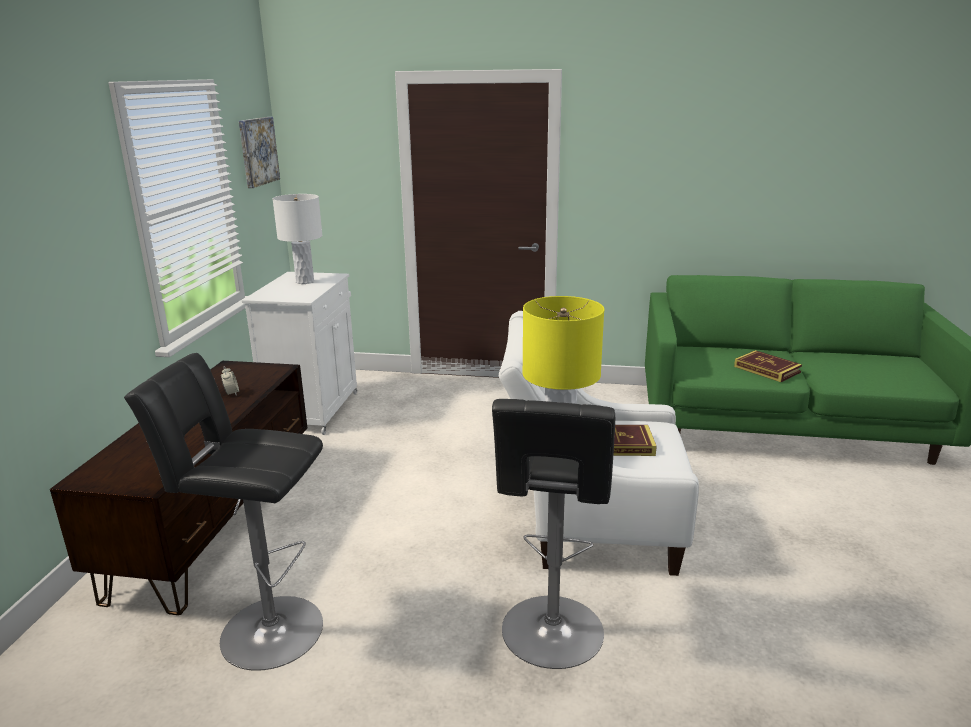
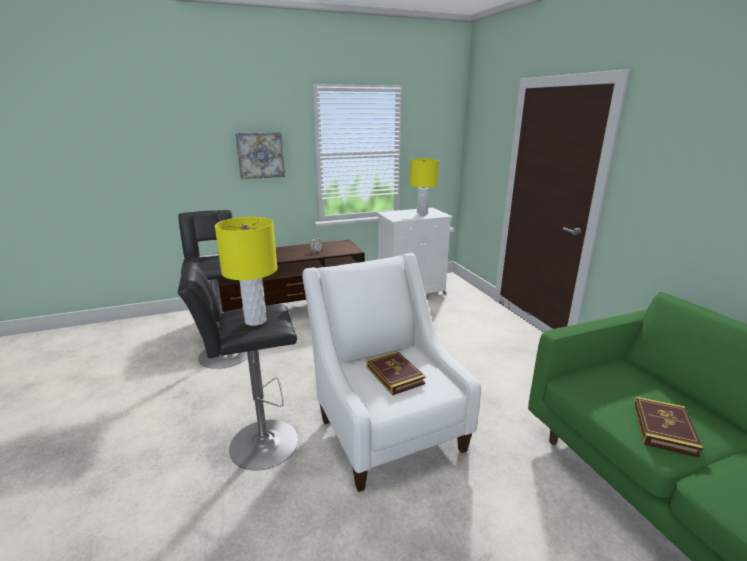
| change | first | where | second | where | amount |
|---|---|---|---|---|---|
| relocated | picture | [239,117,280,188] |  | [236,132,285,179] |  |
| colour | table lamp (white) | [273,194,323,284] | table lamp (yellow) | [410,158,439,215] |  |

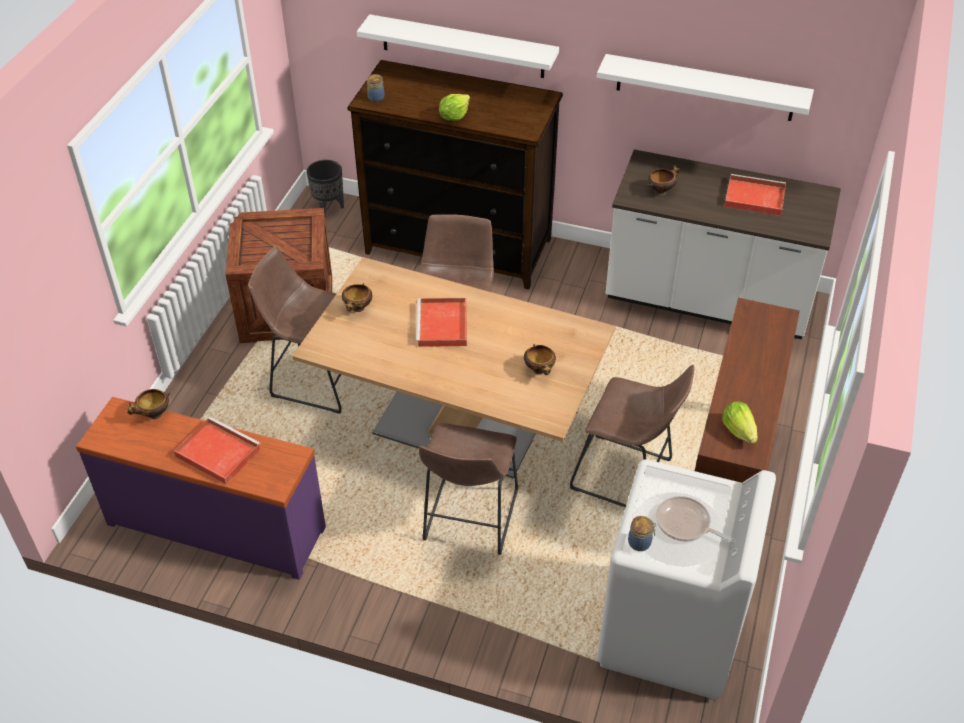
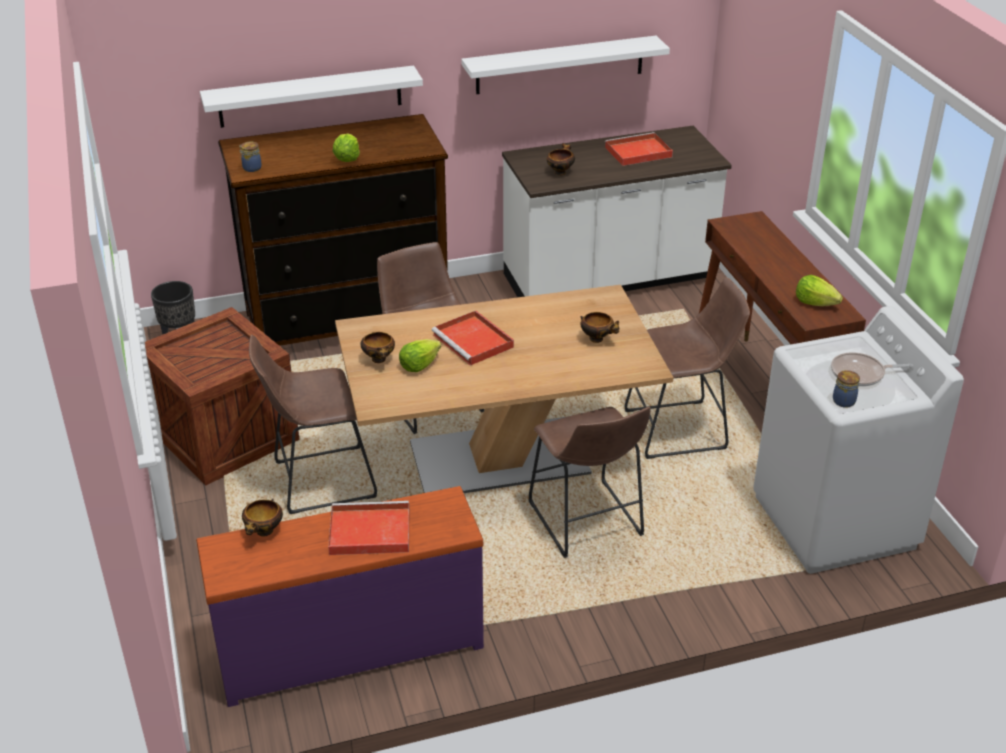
| change | first | where | second | where | amount |
|---|---|---|---|---|---|
| appeared |  |  | lettuce | [399,339,441,372] |  |

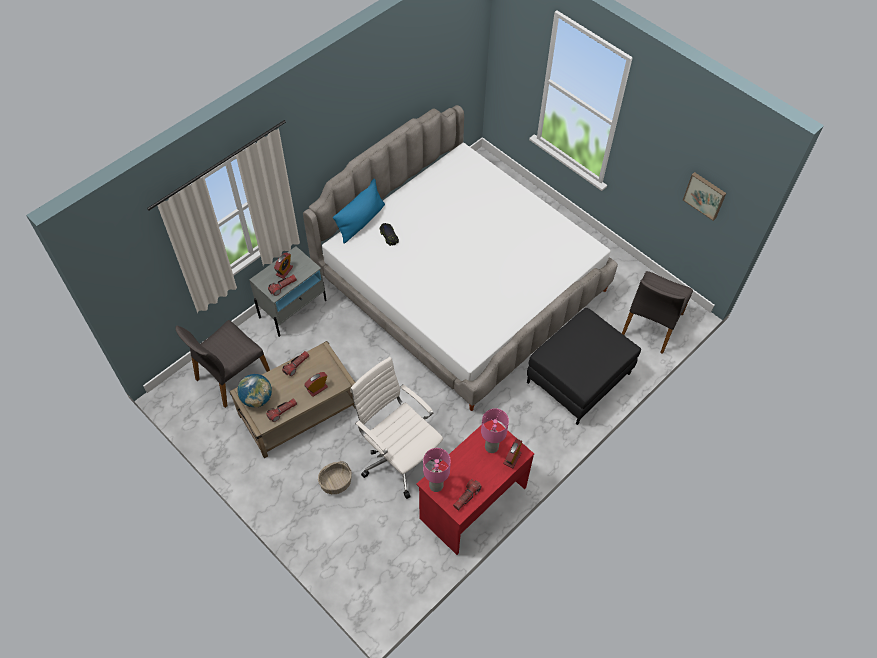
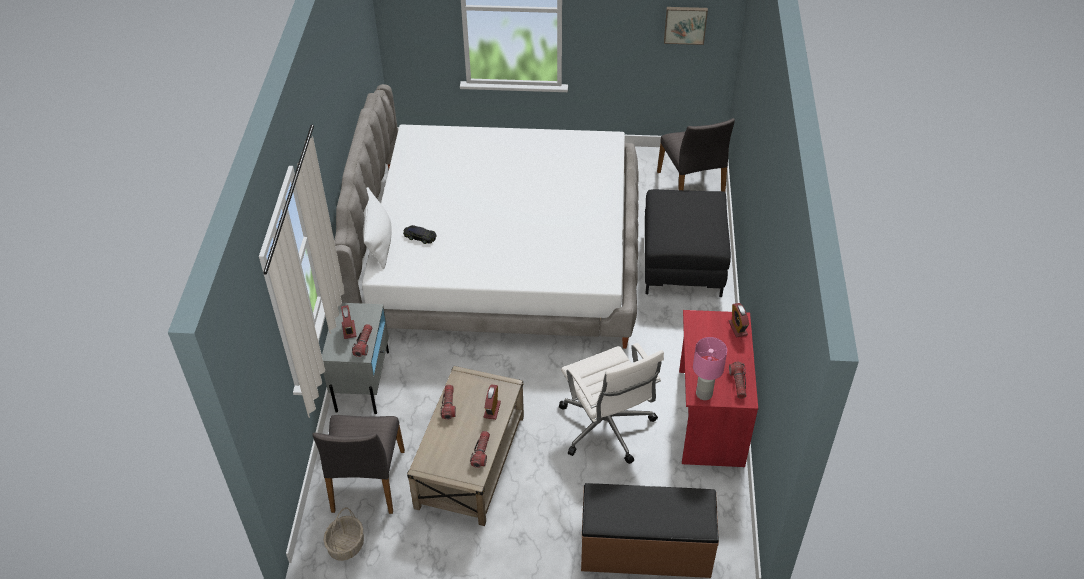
| change | first | where | second | where | amount |
|---|---|---|---|---|---|
| relocated | basket | [318,461,352,494] |  | [324,507,364,561] |  |
| colour | pillow (blue) | [333,178,385,243] | pillow (white) | [363,187,392,269] |  |
| spun | office chair (white) | [350,357,443,499] |  | [559,343,664,464] | 120 degrees counterclockwise |
| appeared |  |  | bench (brown) | [581,483,719,578] |  |
| missing | globe | [237,374,272,408] |  |  |  |
| missing | table lamp (pink) | [481,408,509,453] |  |  |  |

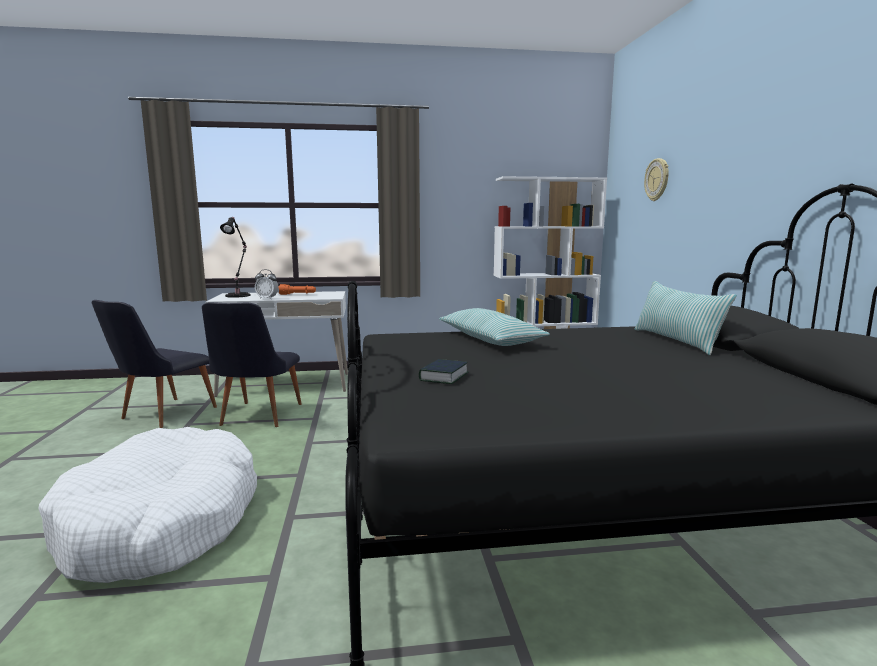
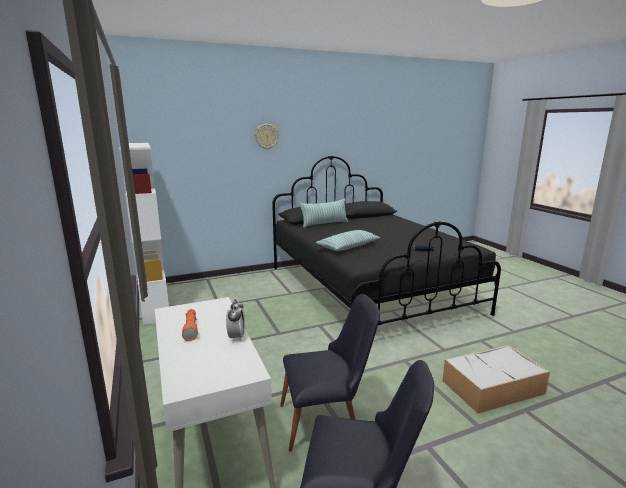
| change | first | where | second | where | amount |
|---|---|---|---|---|---|
| relocated | wall clock | [644,158,669,201] |  | [255,124,279,150] |  |
| exchanged | dog bed (white) | [39,427,257,583] | storage box | [442,345,550,413] |  |
| missing | table lamp (black) | [220,217,251,298] |  |  |  |

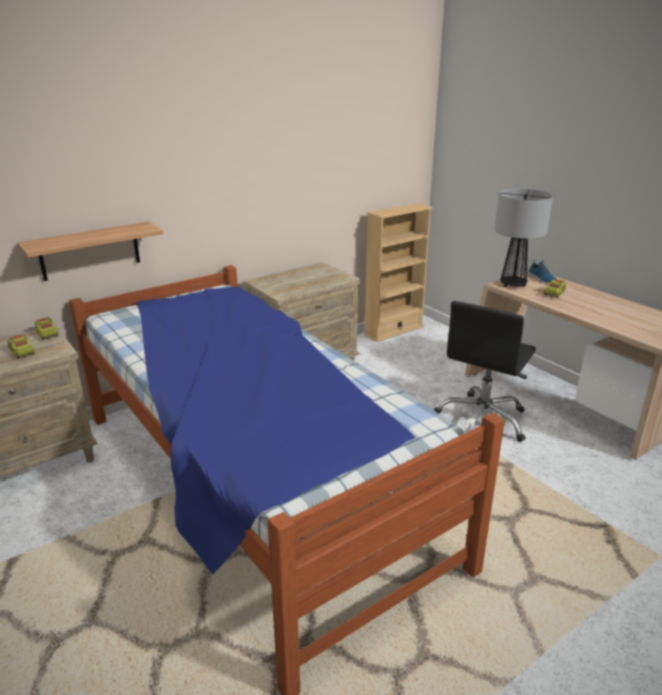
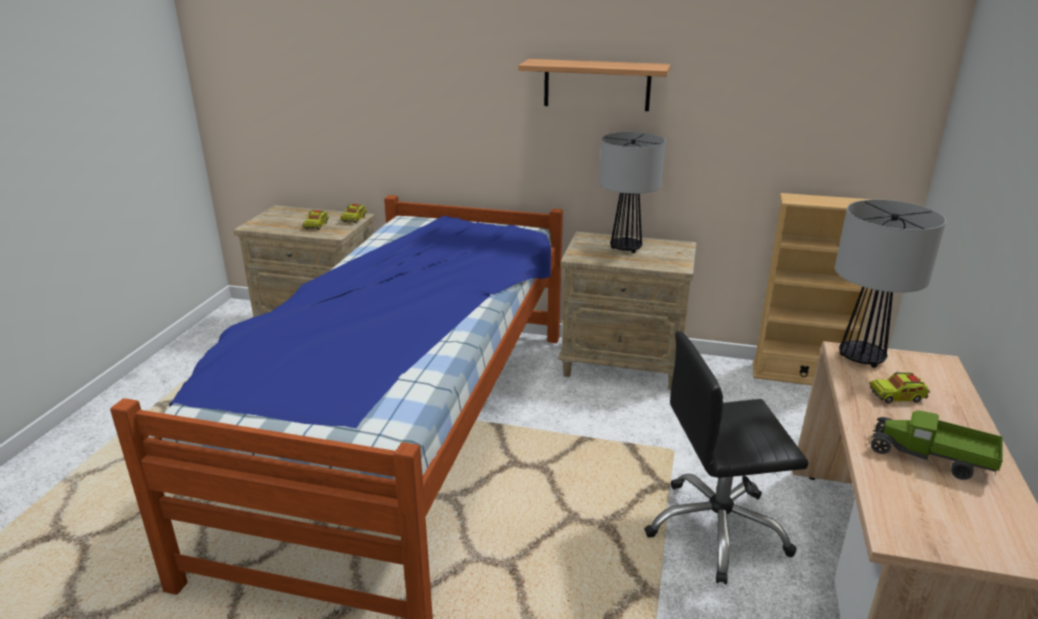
| change | first | where | second | where | amount |
|---|---|---|---|---|---|
| relocated | shelf | [17,221,164,281] |  | [518,59,670,111] |  |
| appeared |  |  | table lamp | [599,132,666,253] |  |
| appeared |  |  | toy truck | [869,410,1003,480] |  |
| missing | shoe | [528,260,557,283] |  |  |  |

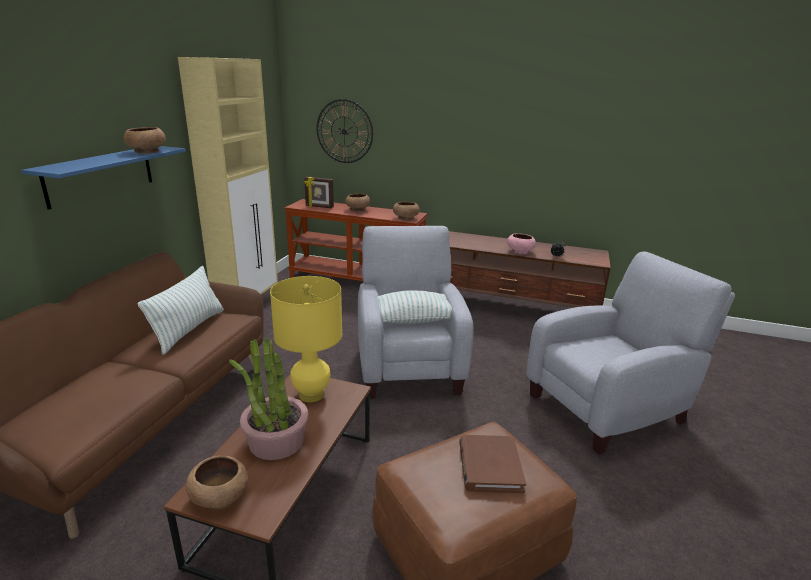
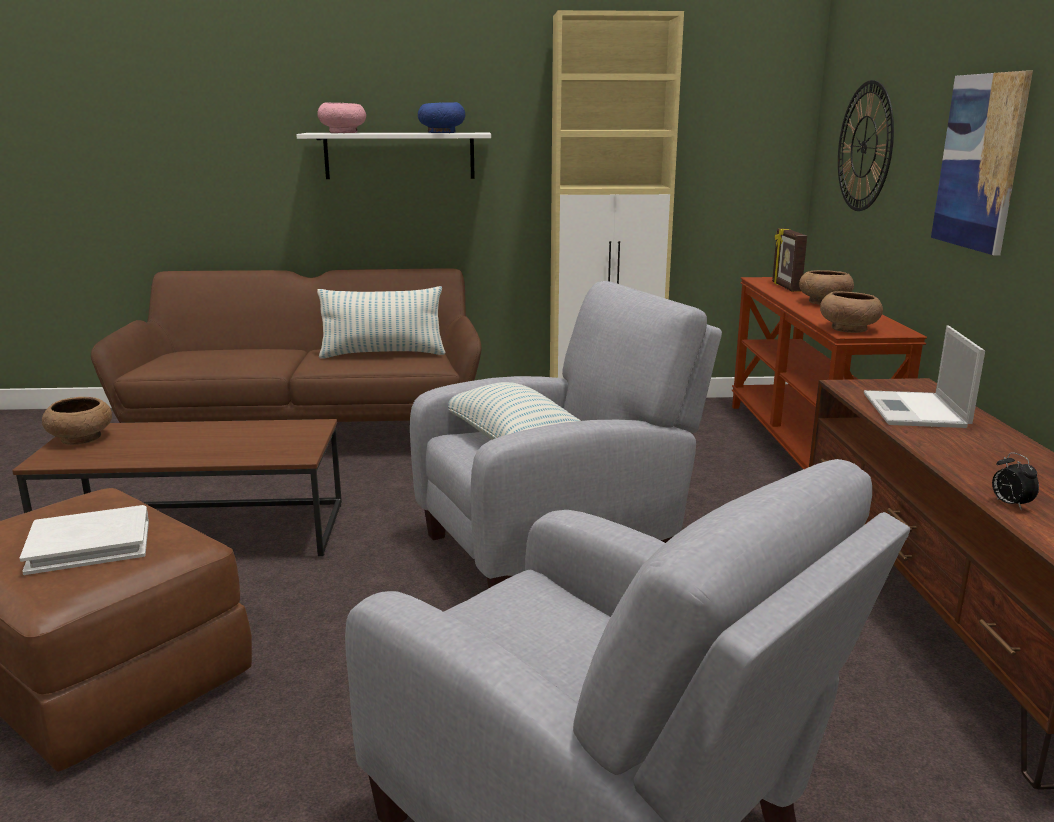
| change | first | where | second | where | amount |
|---|---|---|---|---|---|
| colour | book (brown) | [459,435,526,493] | book (white) | [20,505,149,575] |  |
| colour | shelf (blue) | [21,146,186,210] | shelf (white) | [296,133,491,179] |  |
| relocated | bowl (pink) | [507,233,536,254] |  | [317,102,366,133] |  |
| colour | bowl (brown) | [123,127,166,154] | bowl (blue) | [418,102,465,133] |  |
| appeared |  |  | laptop | [864,325,985,428] |  |
| appeared |  |  | picture | [931,71,1033,255] |  |
| missing | potted plant | [229,337,308,460] |  |  |  |
| missing | table lamp (yellow) | [270,276,342,402] |  |  |  |

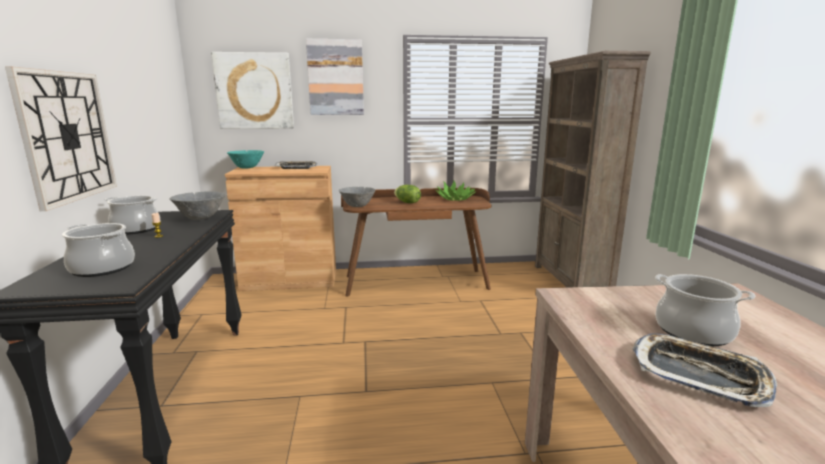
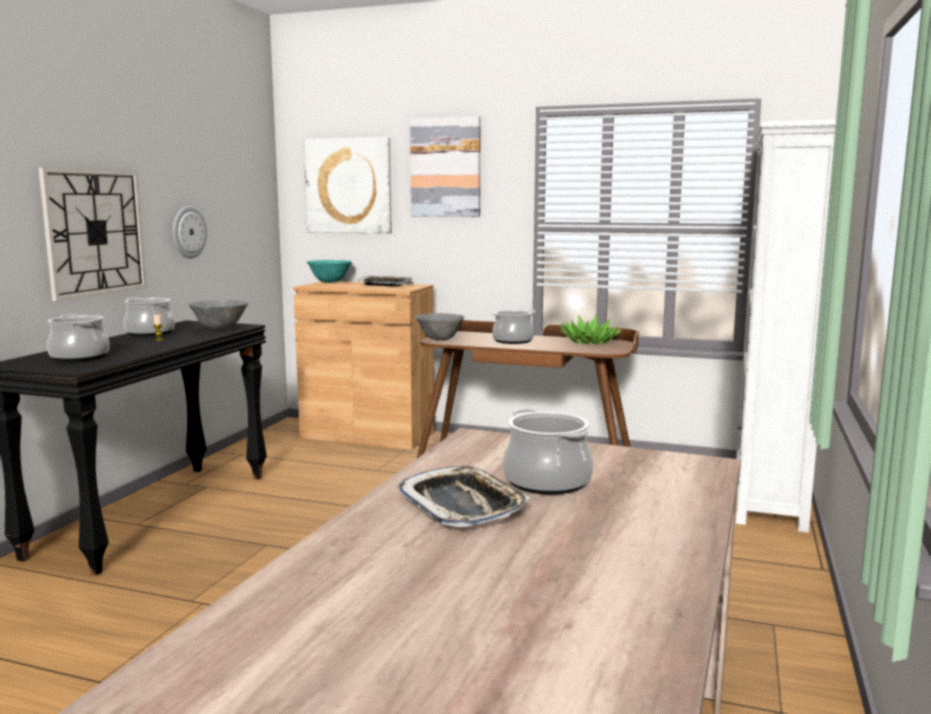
| change | first | where | second | where | amount |
|---|---|---|---|---|---|
| appeared |  |  | wall clock | [173,206,207,258] |  |
| exchanged | lettuce | [394,185,421,203] | cooking pot | [490,310,536,344] |  |
| colour | bookcase (brown) | [535,51,651,287] | bookcase (white) | [736,120,836,533] |  |

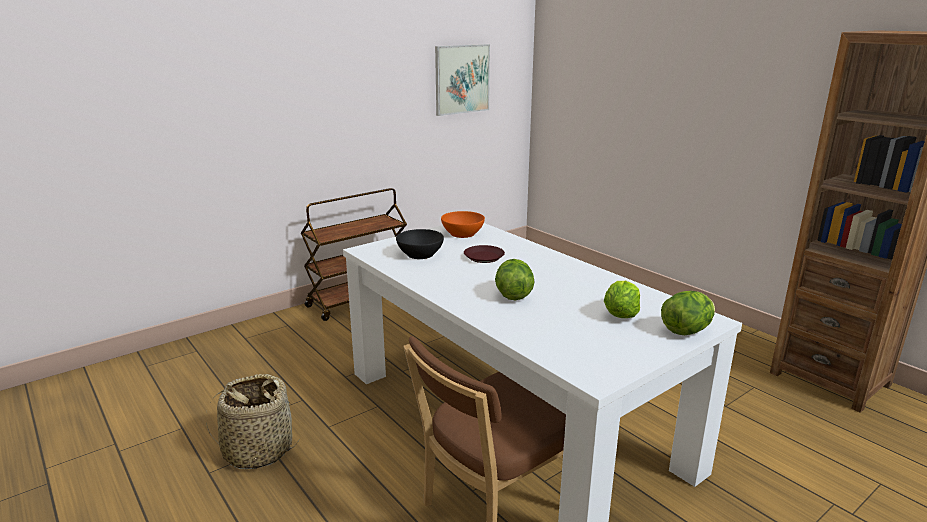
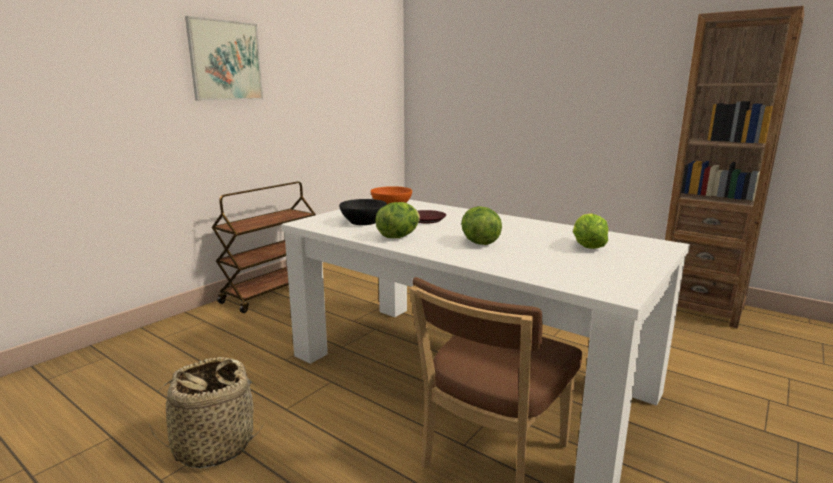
| change | first | where | second | where | amount |
|---|---|---|---|---|---|
| relocated | picture | [435,44,490,116] |  | [185,16,263,101] |  |
| relocated | lettuce | [661,291,715,335] |  | [375,202,420,238] |  |

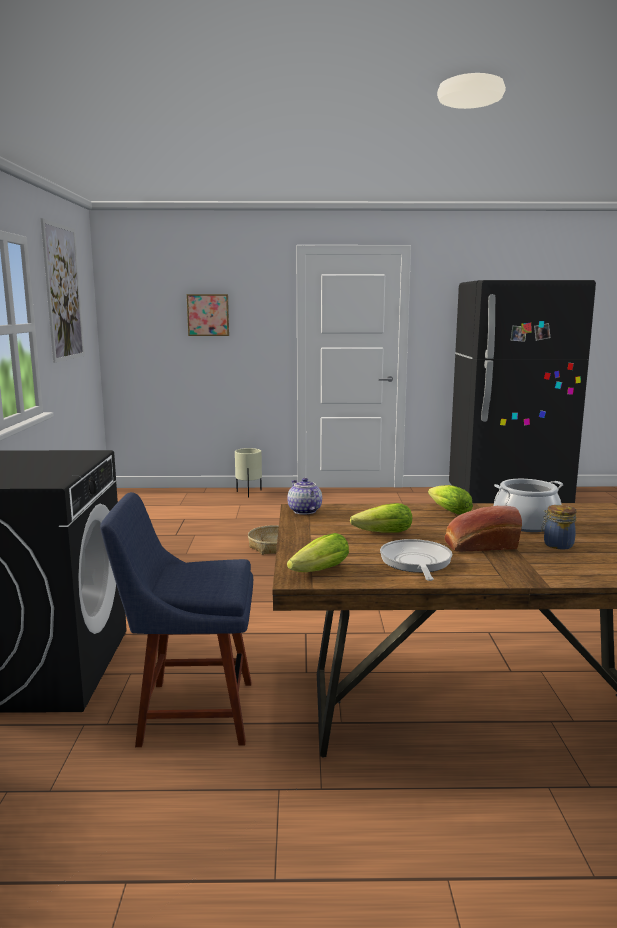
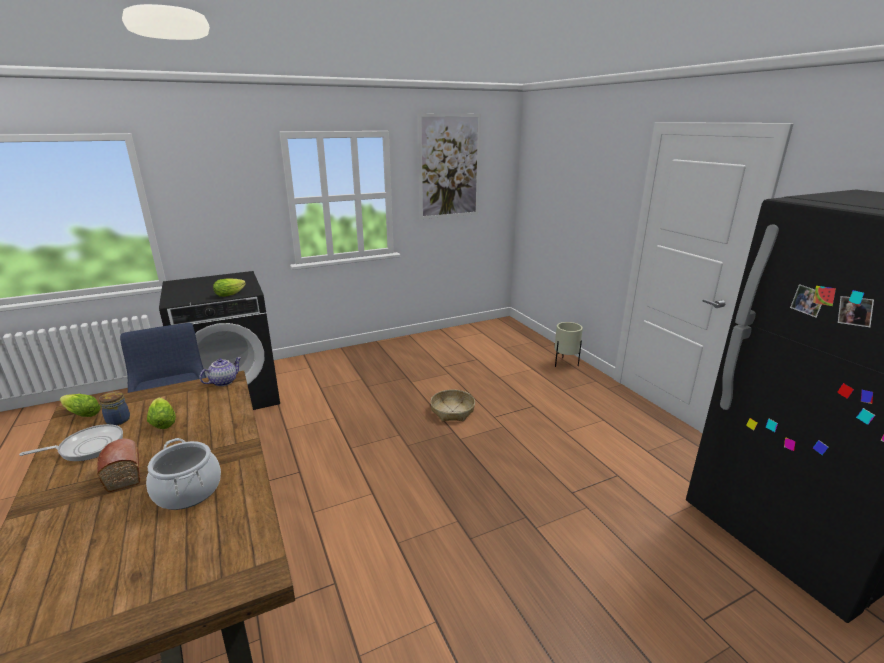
| change | first | where | second | where | amount |
|---|---|---|---|---|---|
| relocated | jar | [541,505,576,549] |  | [99,391,130,425] |  |
| relocated | lettuce | [428,485,473,515] |  | [213,278,246,297] |  |
| missing | picture | [187,294,229,336] |  |  |  |

